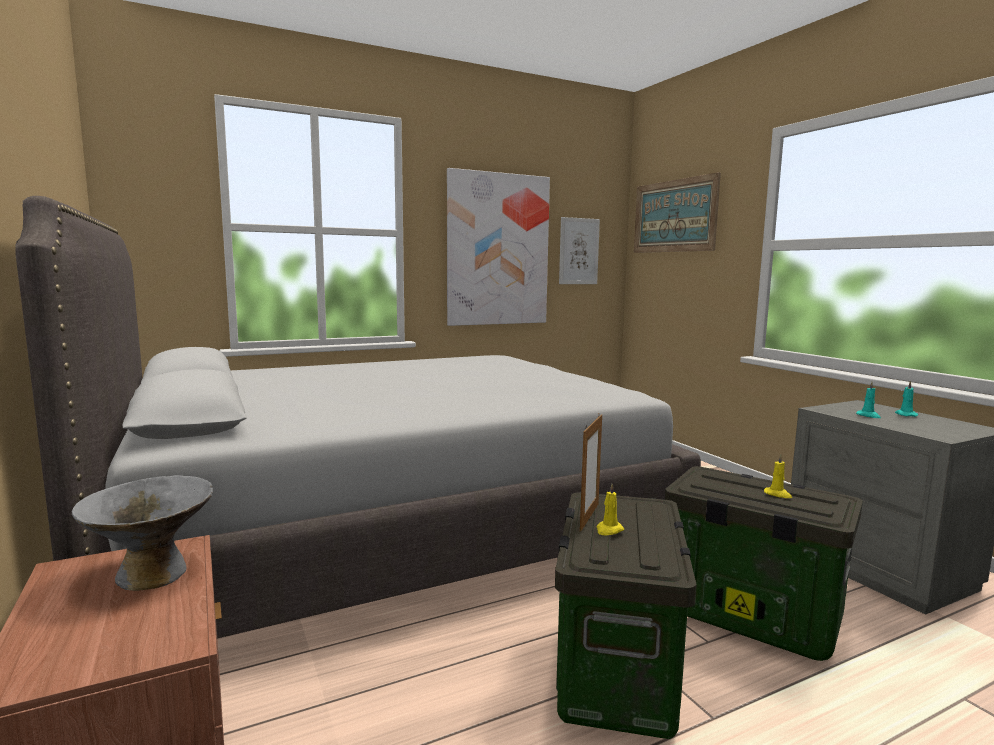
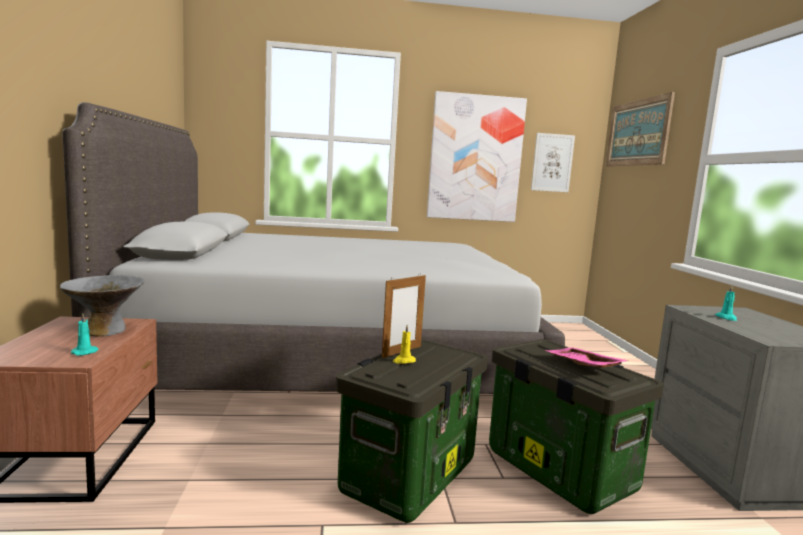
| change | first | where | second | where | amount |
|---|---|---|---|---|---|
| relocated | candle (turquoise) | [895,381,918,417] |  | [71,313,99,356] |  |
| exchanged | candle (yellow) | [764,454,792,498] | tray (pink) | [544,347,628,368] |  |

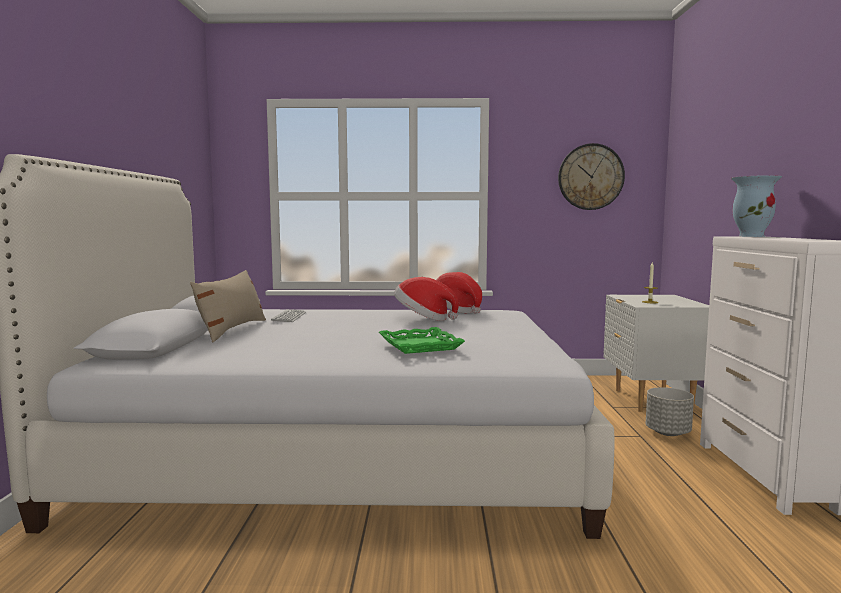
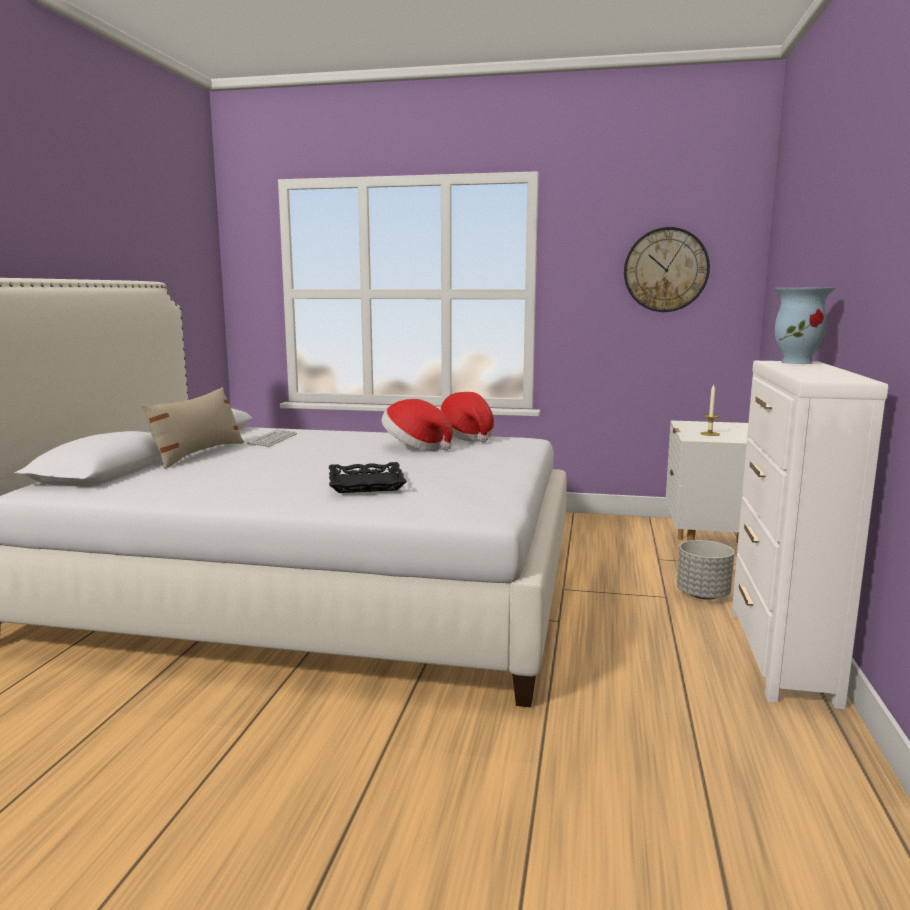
| change | first | where | second | where | amount |
|---|---|---|---|---|---|
| colour | tray (green) | [379,327,465,354] | tray (black) | [329,462,407,493] |  |

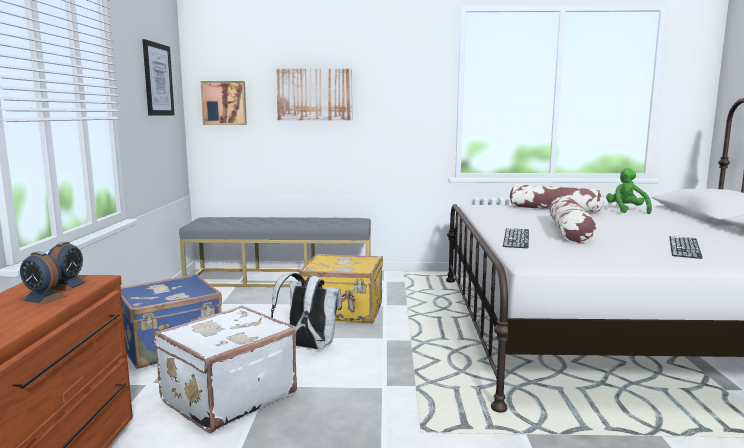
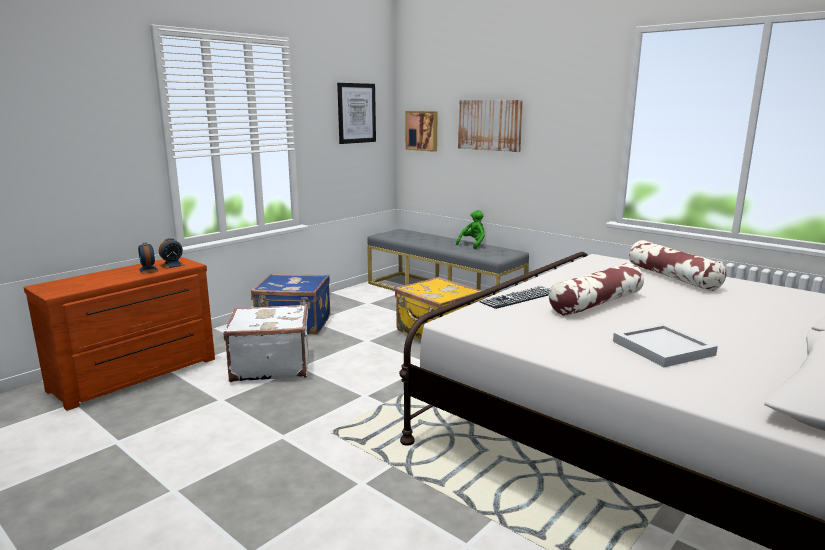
| change | first | where | second | where | amount |
|---|---|---|---|---|---|
| relocated | plush toy (green) | [606,168,652,214] |  | [456,210,485,249] |  |
| exchanged | keyboard | [669,236,702,259] | tray (white) | [613,323,718,367] |  |
| missing | backpack (white) | [271,273,342,350] |  |  |  |

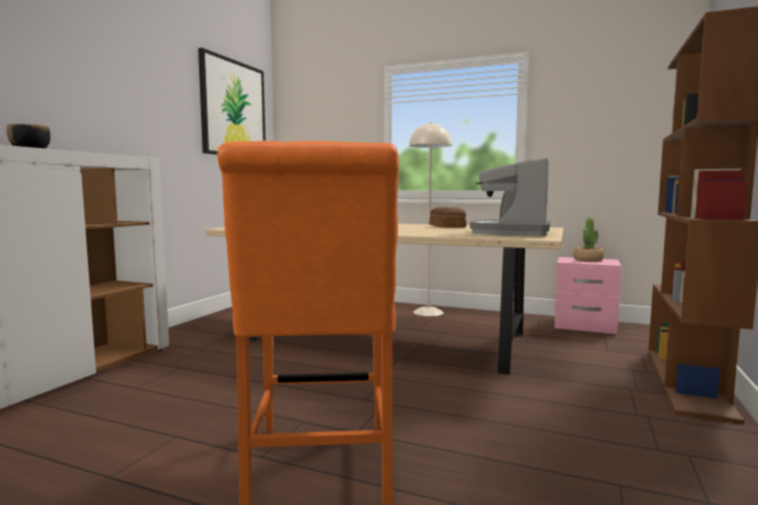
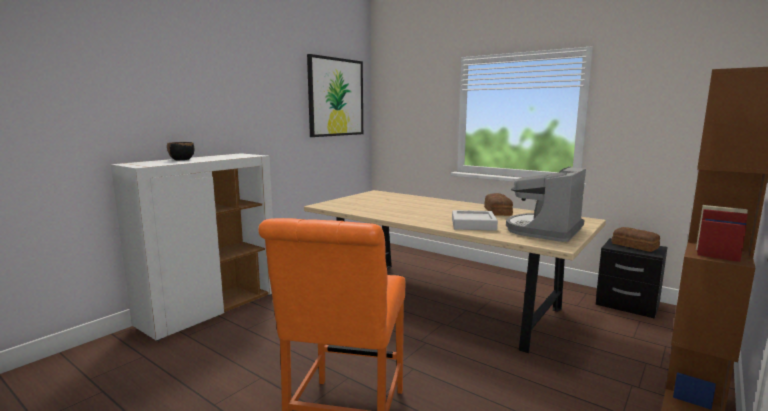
| change | first | where | second | where | amount |
|---|---|---|---|---|---|
| appeared |  |  | tray (grey) | [452,210,498,231] |  |
| colour | nightstand (pink) | [554,257,622,334] | nightstand (black) | [596,238,668,319] |  |
| exchanged | potted plant | [573,218,604,262] | bread | [612,227,660,252] |  |
| missing | floor lamp (beige) | [409,122,452,316] |  |  |  |

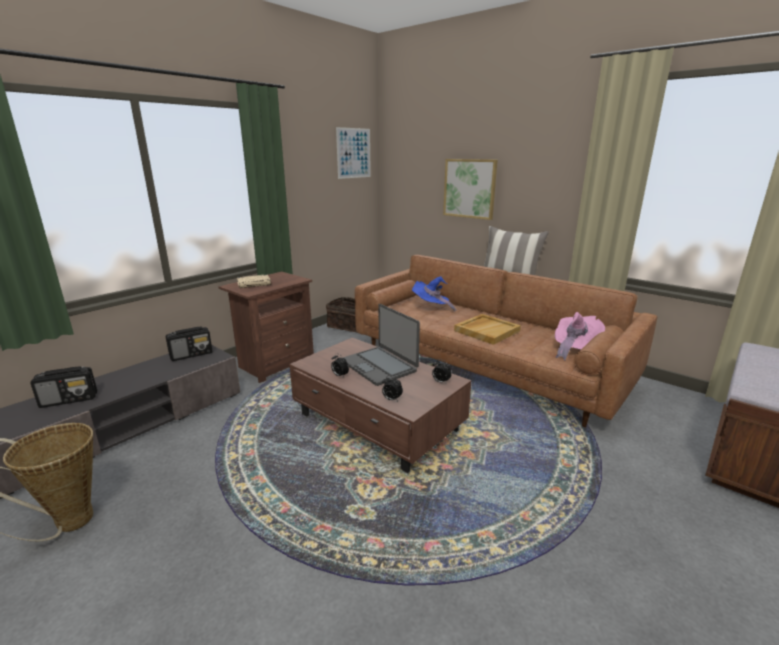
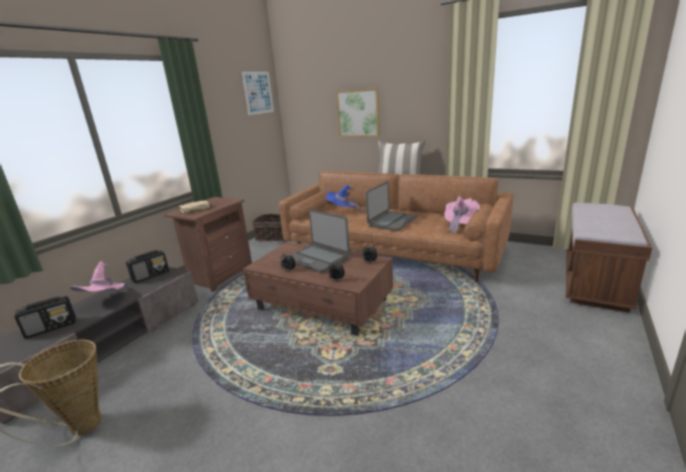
| change | first | where | second | where | amount |
|---|---|---|---|---|---|
| appeared |  |  | hat (pink) | [70,261,130,292] |  |
| exchanged | tray (beige) | [454,314,521,345] | laptop | [366,181,417,231] |  |

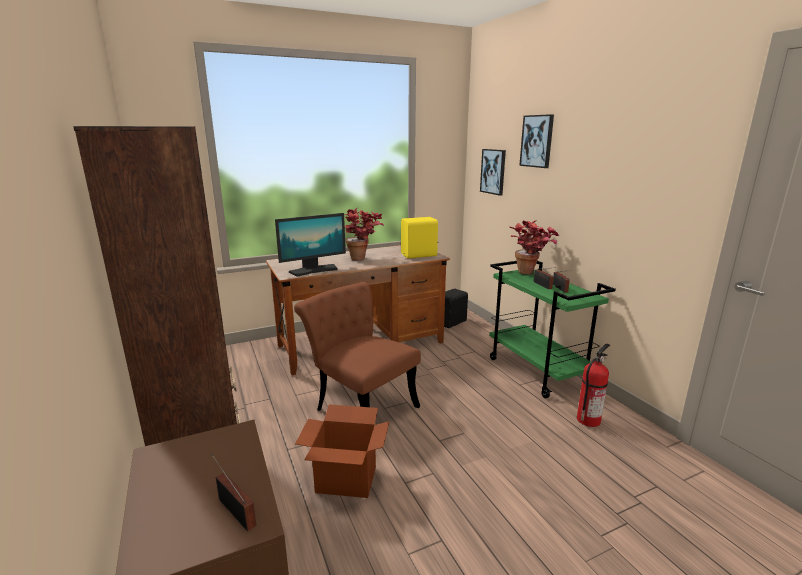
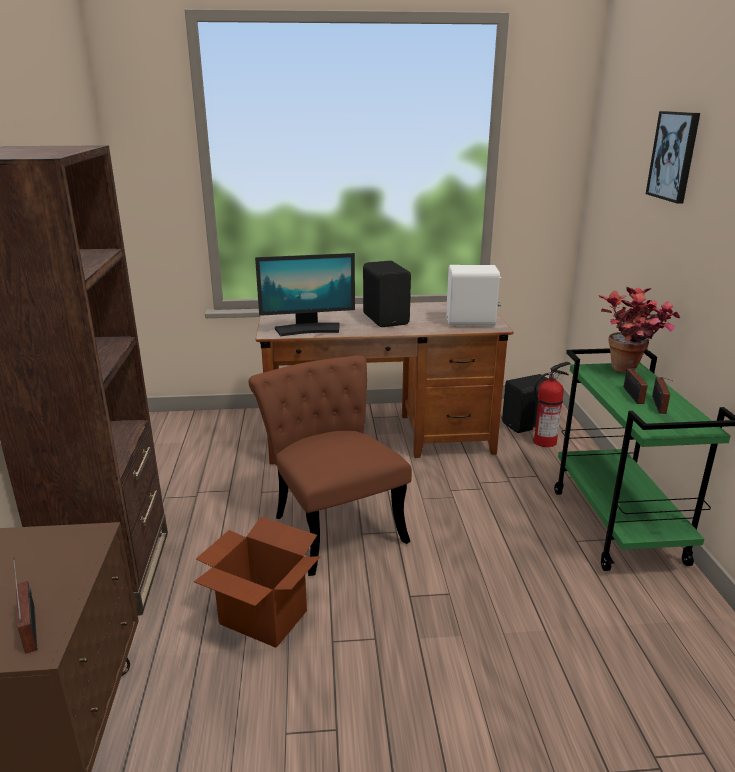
| change | first | where | second | where | amount |
|---|---|---|---|---|---|
| exchanged | potted plant | [344,208,384,261] | speaker (black) | [363,261,411,327] |  |
| colour | speaker (yellow) | [401,217,439,259] | speaker (white) | [446,265,501,326] |  |
| relocated | fire extinguisher | [577,344,610,427] |  | [532,362,571,447] |  |
| missing | picture | [480,149,506,196] |  |  |  |

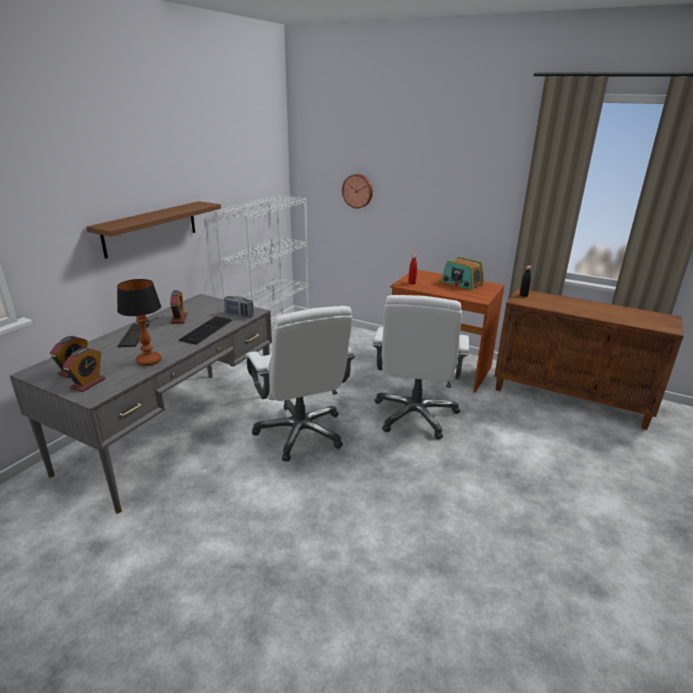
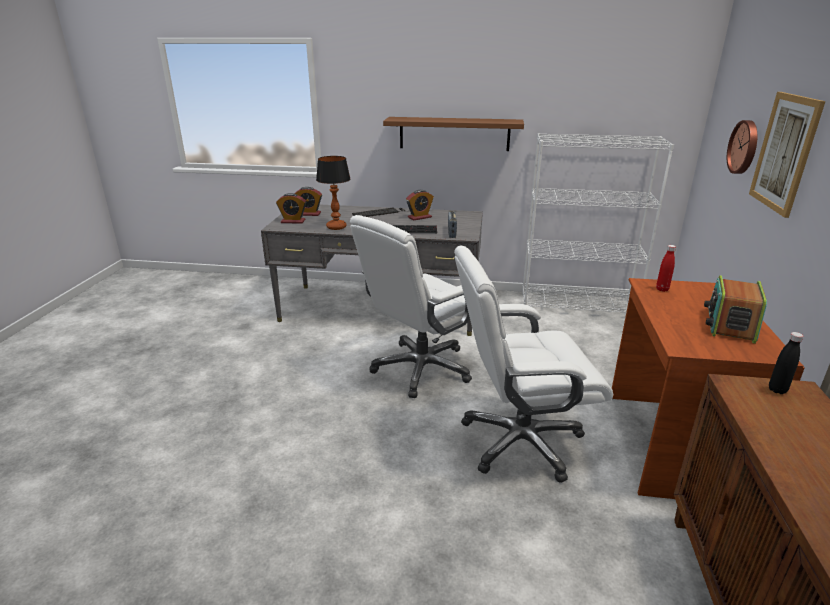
| change | first | where | second | where | amount |
|---|---|---|---|---|---|
| appeared |  |  | picture | [749,92,825,218] |  |

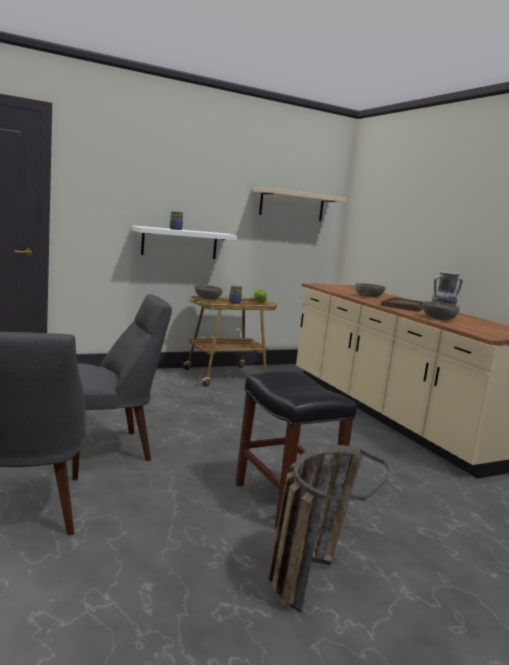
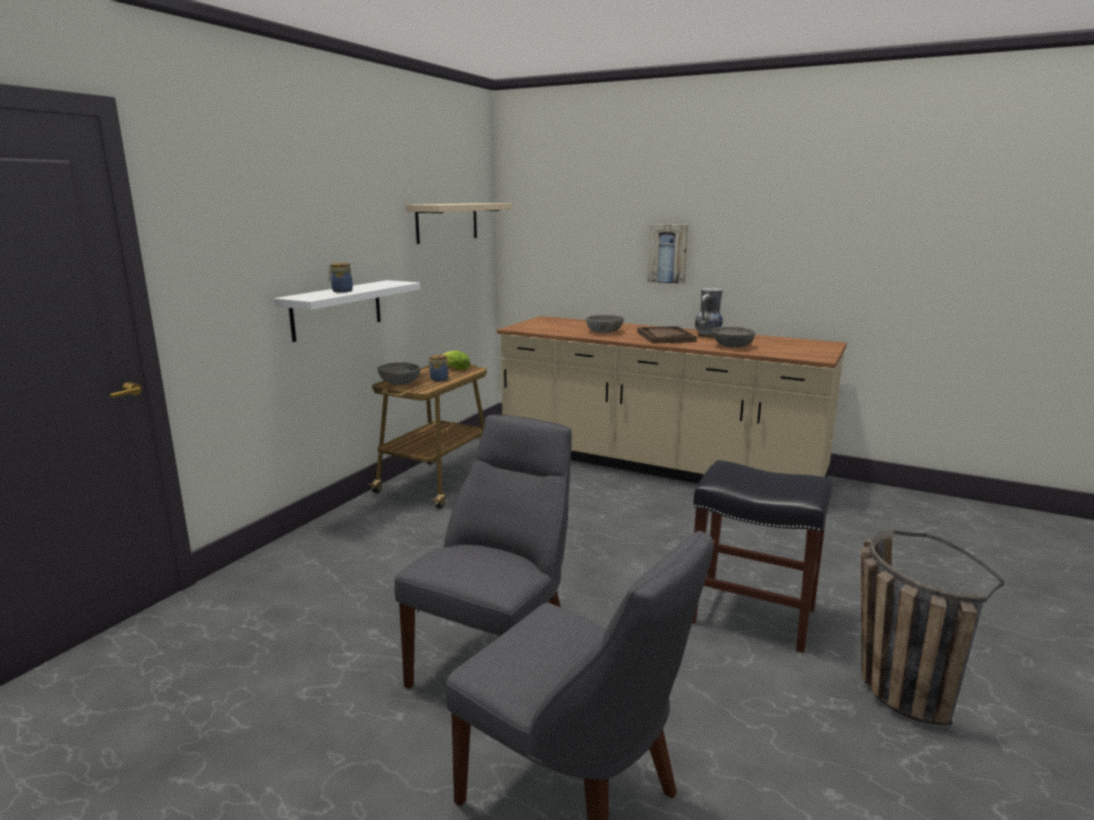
| change | first | where | second | where | amount |
|---|---|---|---|---|---|
| appeared |  |  | picture | [647,224,688,284] |  |

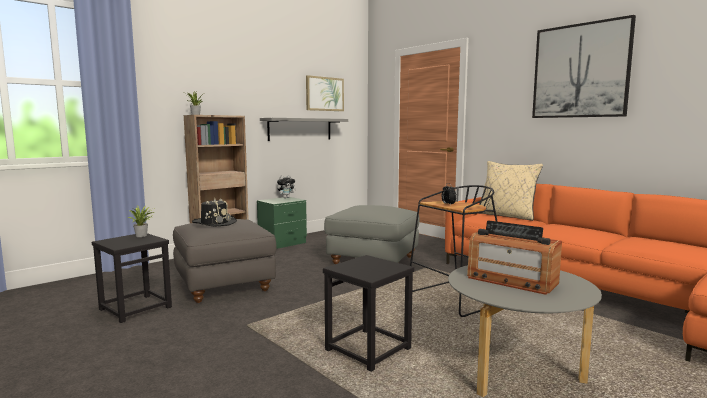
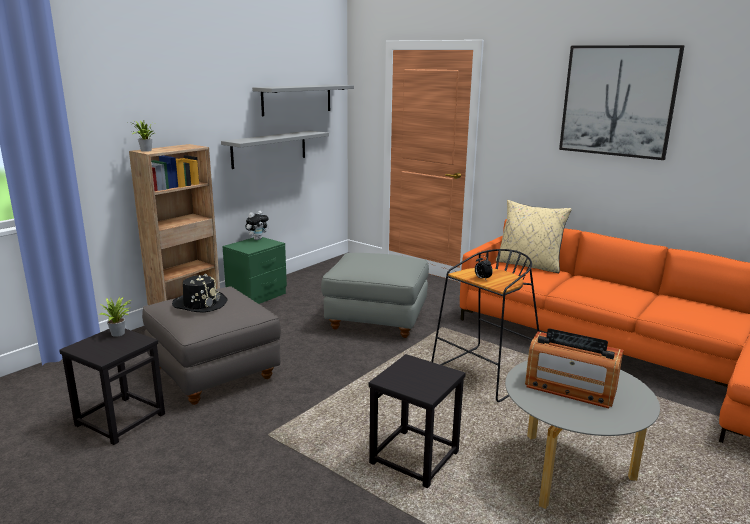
| change | first | where | second | where | amount |
|---|---|---|---|---|---|
| exchanged | picture | [306,75,344,111] | shelf (grey) | [252,84,354,116] |  |

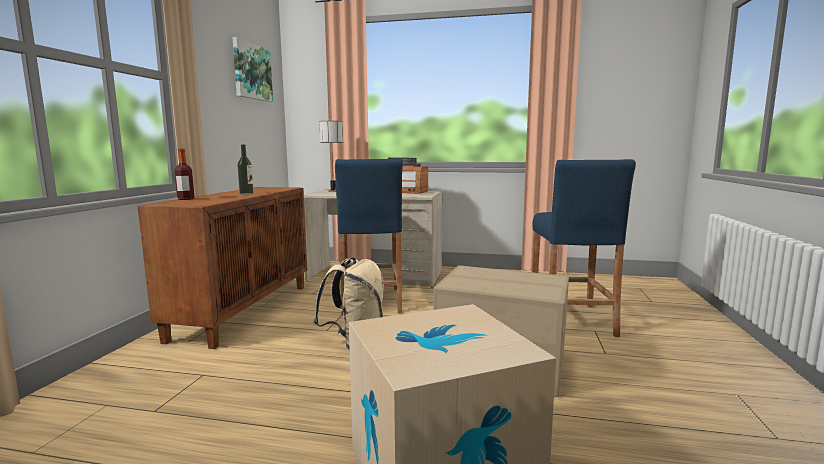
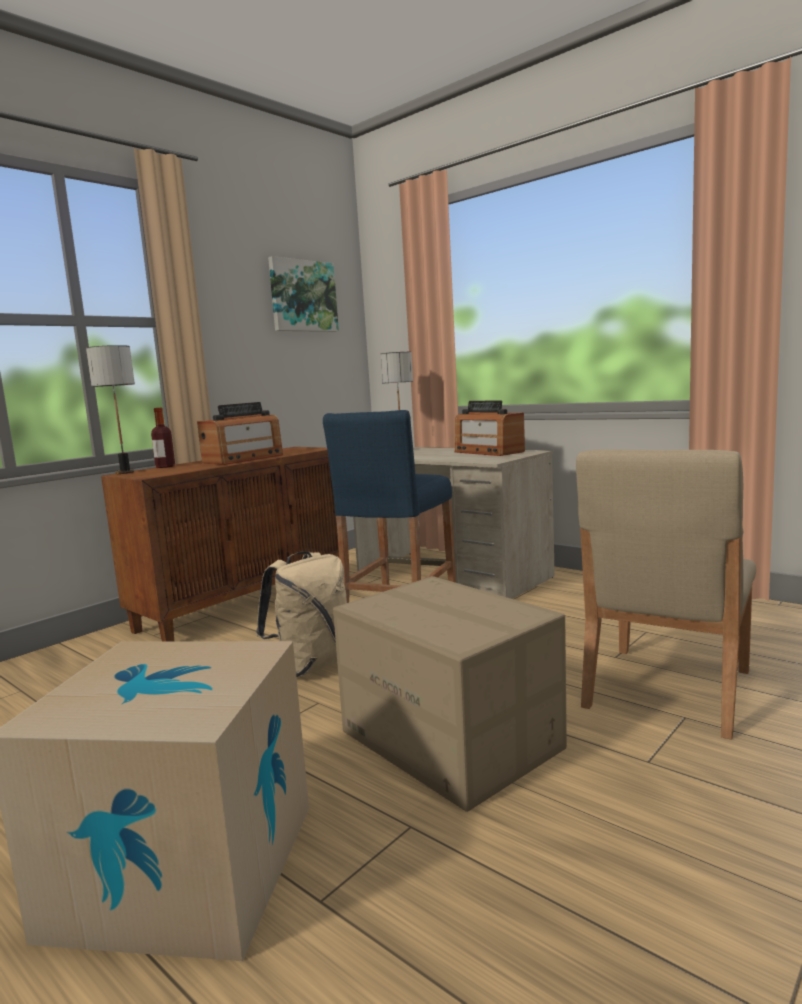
| change | first | where | second | where | amount |
|---|---|---|---|---|---|
| appeared |  |  | table lamp | [86,345,135,474] |  |
| exchanged | bottle | [237,144,254,195] | radio | [197,402,283,465] |  |
| exchanged | stool (blue) | [532,159,636,337] | chair (beige) | [576,449,756,740] |  |

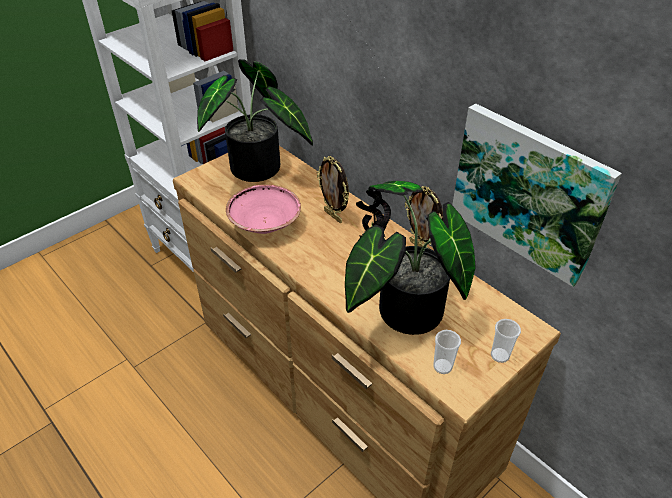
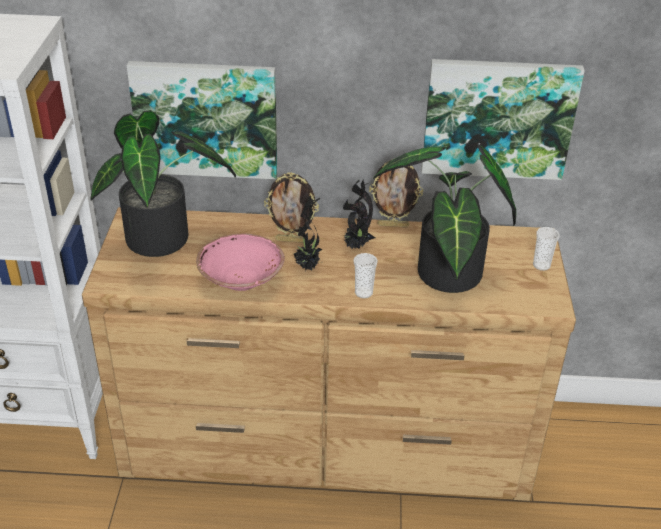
| change | first | where | second | where | amount |
|---|---|---|---|---|---|
| appeared |  |  | picture | [127,61,277,179] |  |
| appeared |  |  | potted plant | [294,196,322,271] |  |
| relocated | cup | [433,330,461,374] |  | [353,253,378,298] |  |

